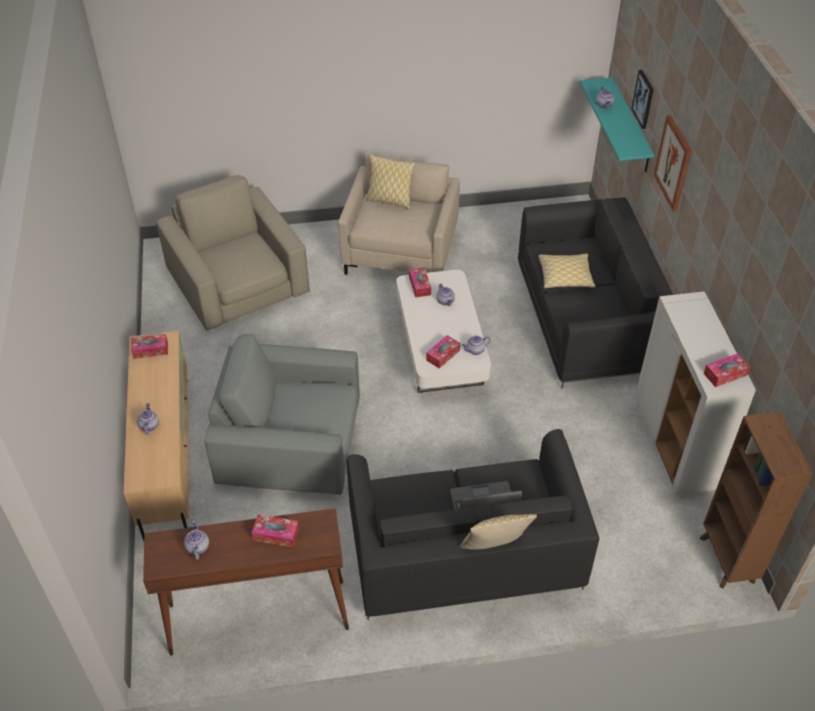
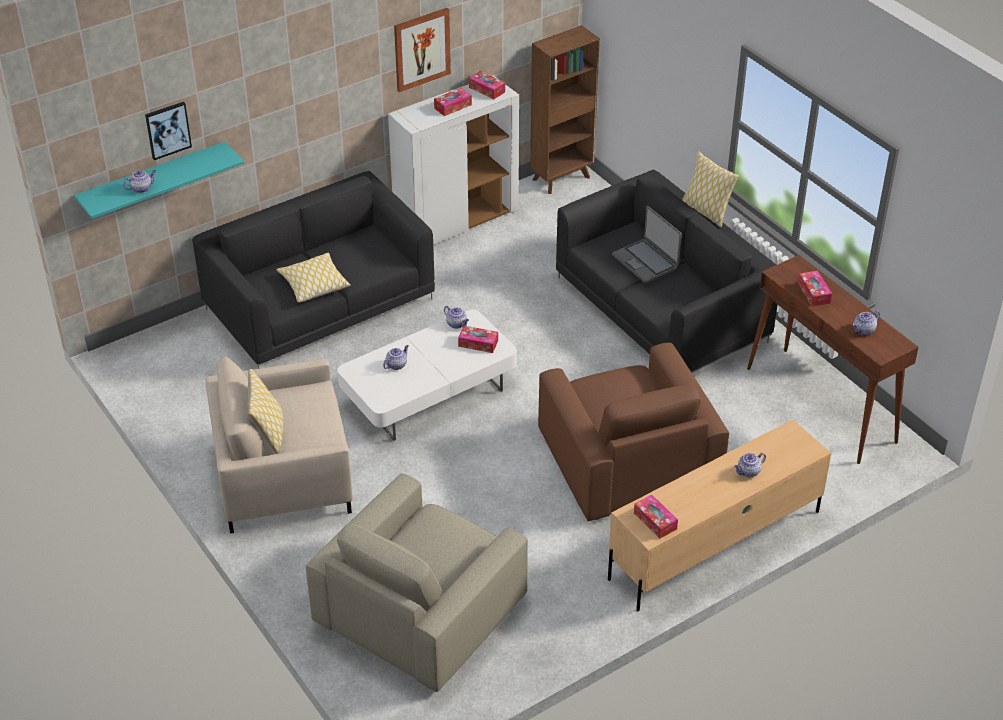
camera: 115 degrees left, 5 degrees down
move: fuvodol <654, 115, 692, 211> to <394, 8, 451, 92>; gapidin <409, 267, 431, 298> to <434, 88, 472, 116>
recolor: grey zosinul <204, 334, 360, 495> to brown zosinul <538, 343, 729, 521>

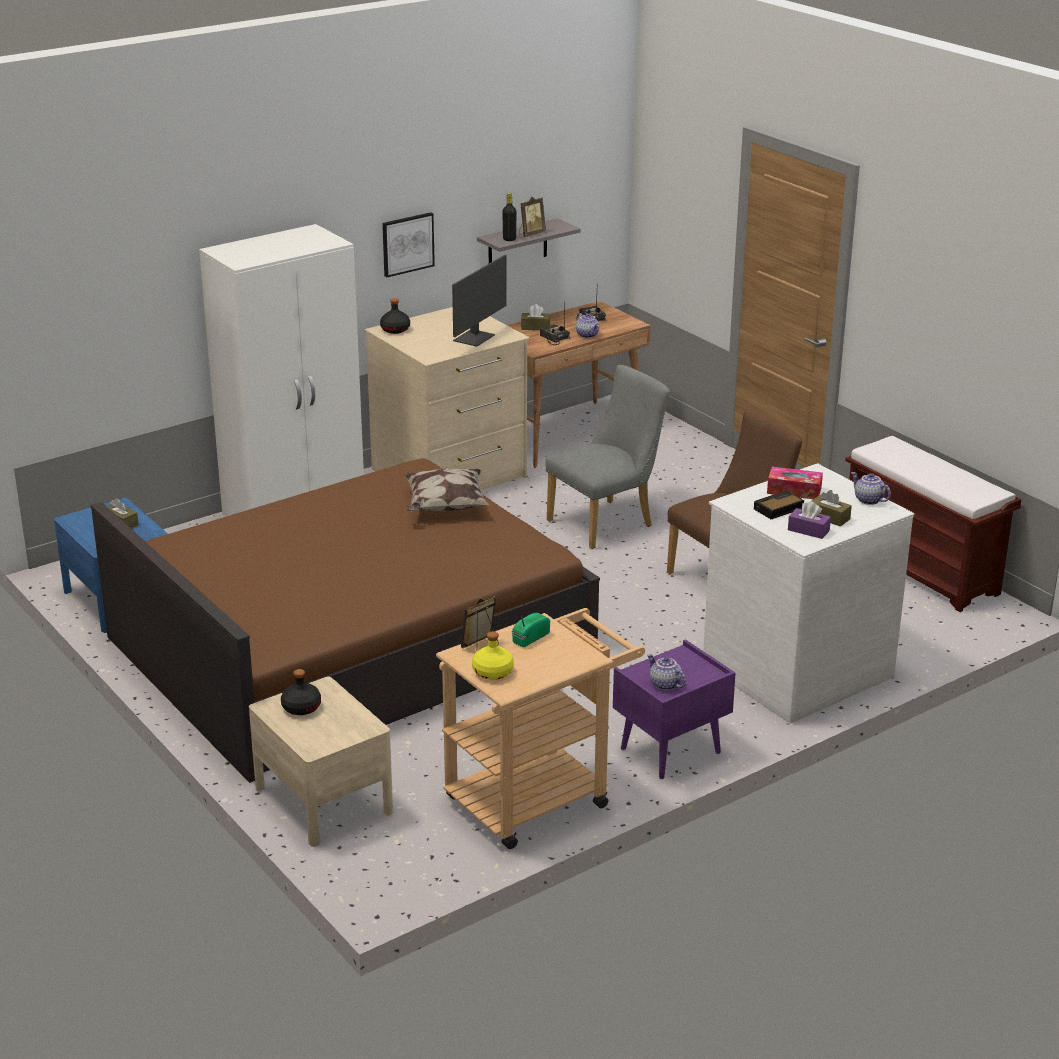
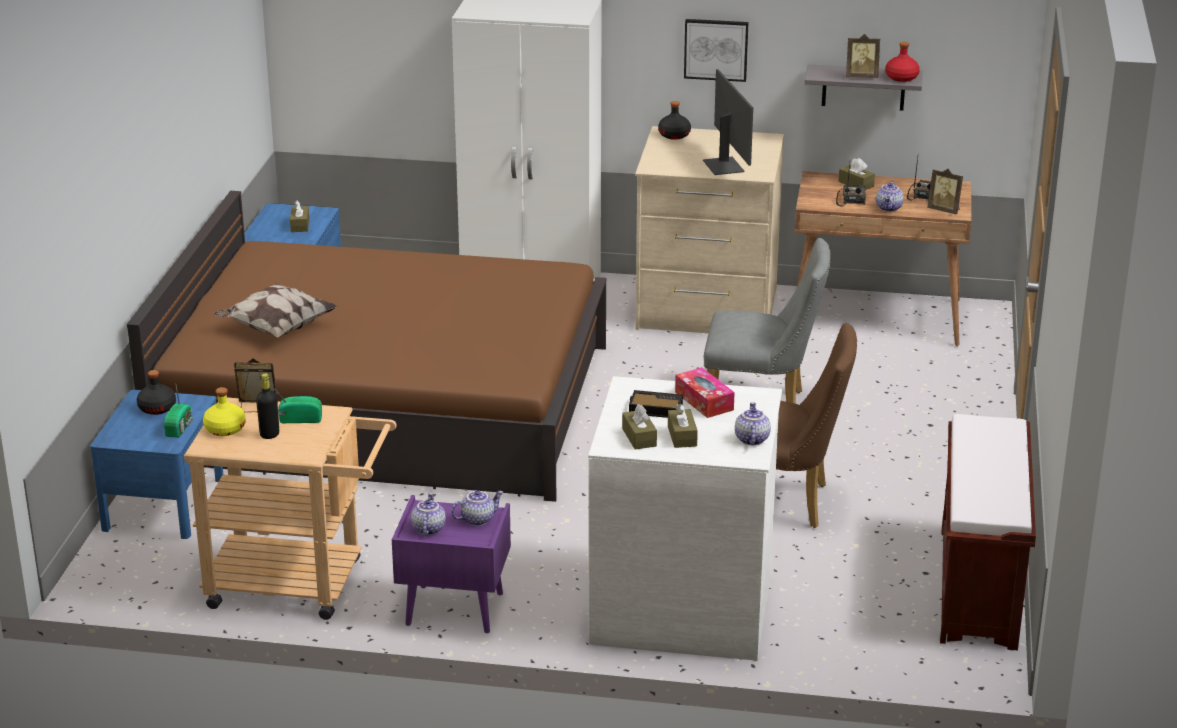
camera: 45 degrees right, 0 degrees up
insert: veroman <164, 386, 193, 438>; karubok <451, 490, 504, 526>; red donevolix <885, 42, 920, 82>; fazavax <927, 169, 963, 215>
move: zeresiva <404, 467, 489, 511> to <214, 283, 338, 338>; black donevolix <502, 193, 517, 241> to <256, 374, 279, 439>
recolor: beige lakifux <249, 677, 393, 847> to blue lakifux <90, 390, 223, 539>; purple gapidin <788, 501, 831, 539> to brown gapidin <622, 404, 657, 450>
rotate: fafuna <452, 255, 507, 347> = <703, 69, 753, 175> 90 degrees counterclockwise

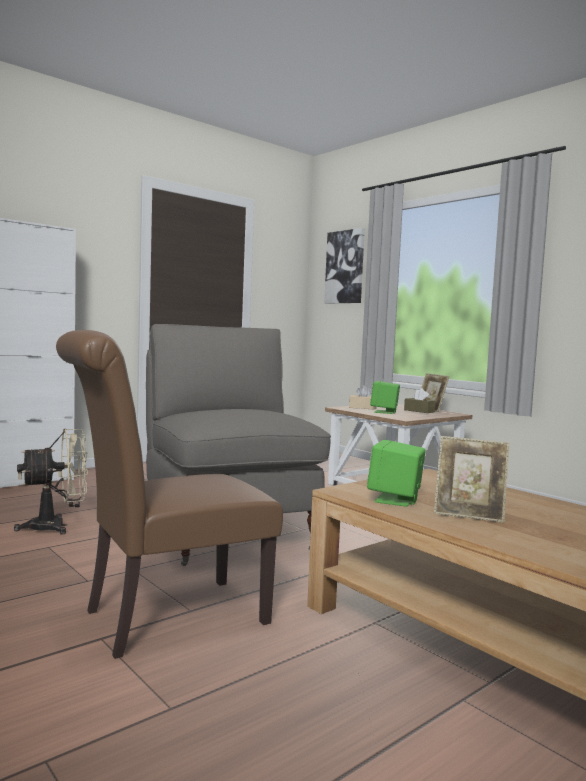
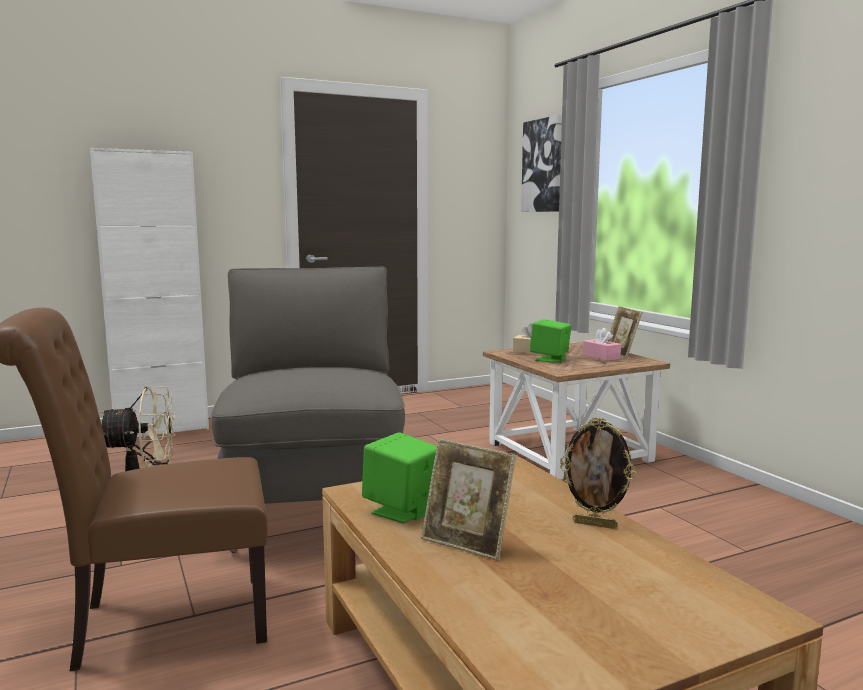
camera: 15 degrees right, 5 degrees up
insert: fazavax <560, 418, 636, 529>
recolor: brown gapidin <404, 388, 435, 413> to pink gapidin <583, 328, 621, 361>

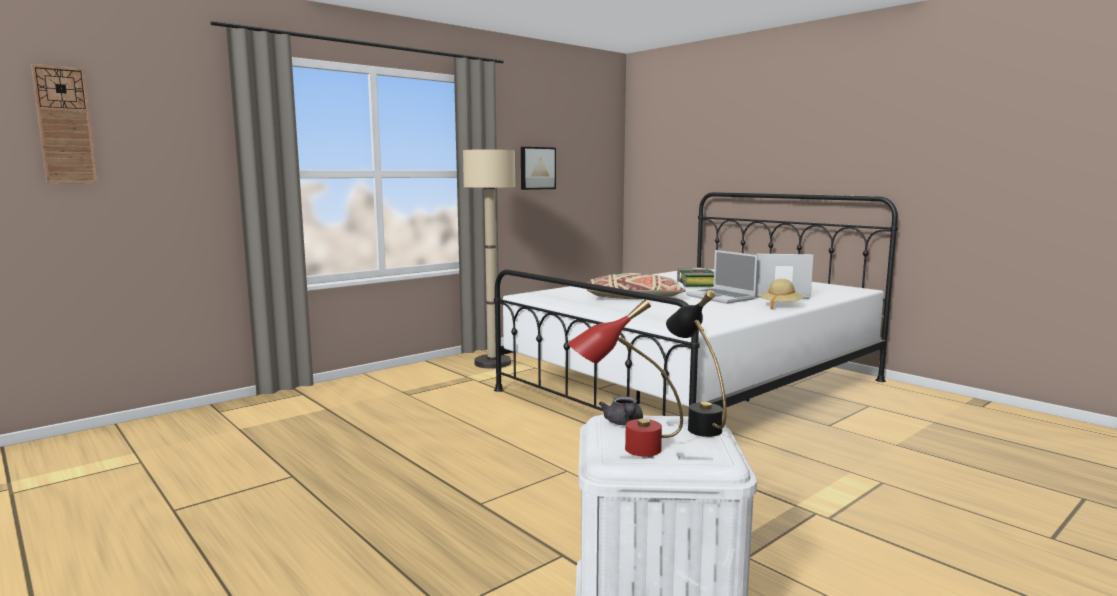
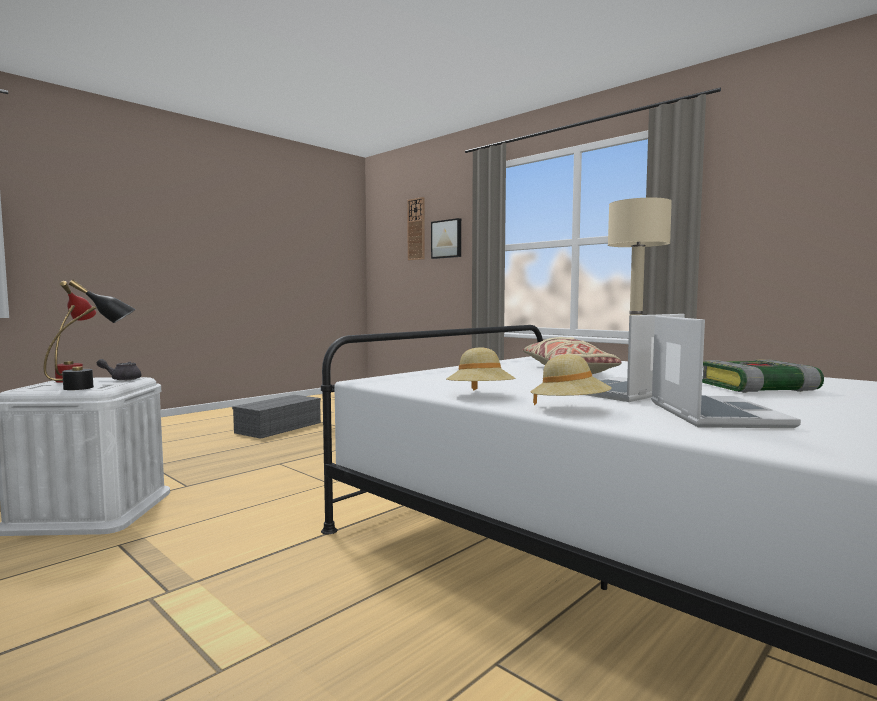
camera: 85 degrees right, 5 degrees down
insert: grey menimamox <232, 395, 321, 439>; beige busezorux <446, 347, 515, 390>
move: fuvodol <521, 147, 556, 190> to <431, 218, 461, 259>

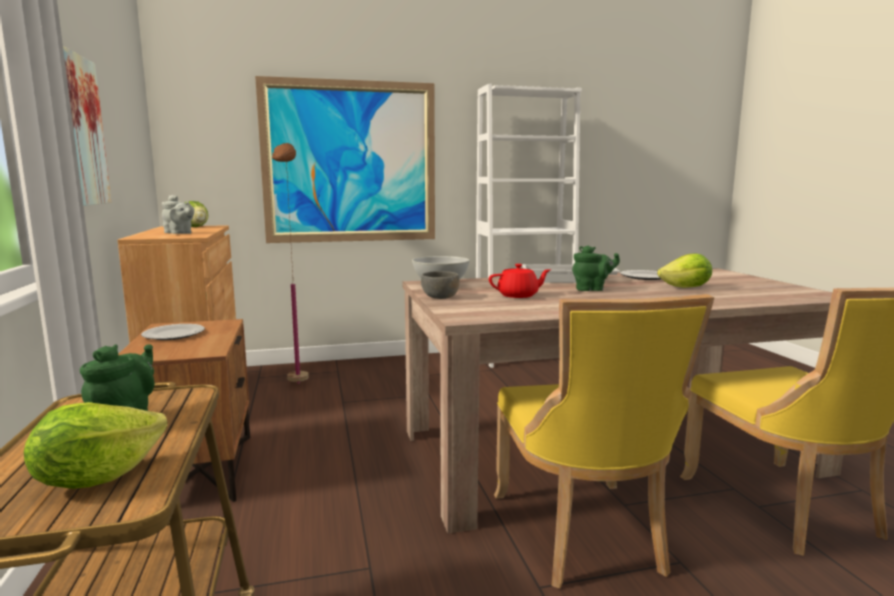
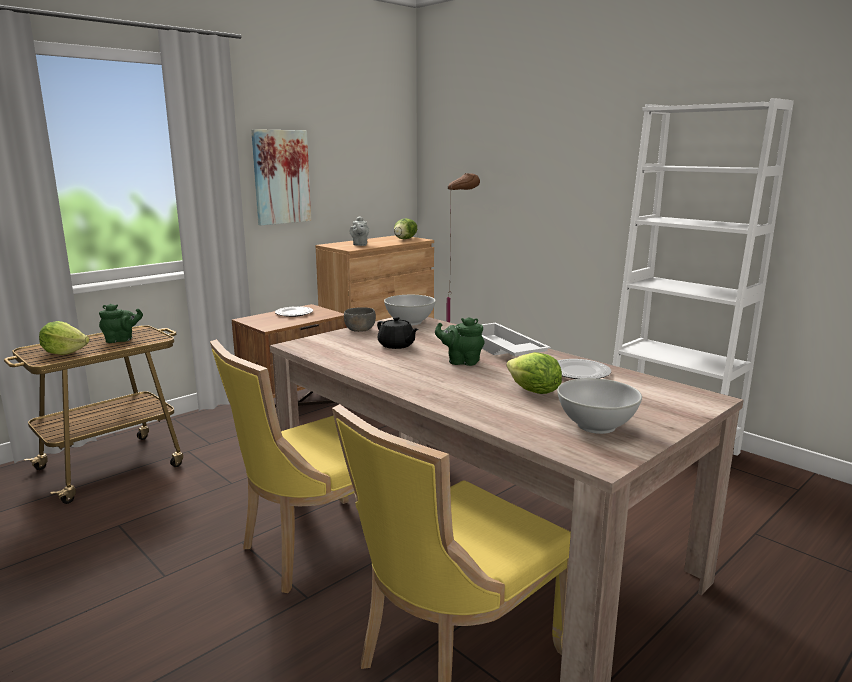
camera: 60 degrees right, 5 degrees up
delete: fuvodol <255, 76, 435, 243>
insert: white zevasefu <557, 378, 642, 434>
recolor: red karubok <489, 264, 551, 298> to black karubok <377, 317, 419, 349>
rotate: green karubok <572, 246, 620, 291> = <435, 317, 485, 366> 135 degrees clockwise

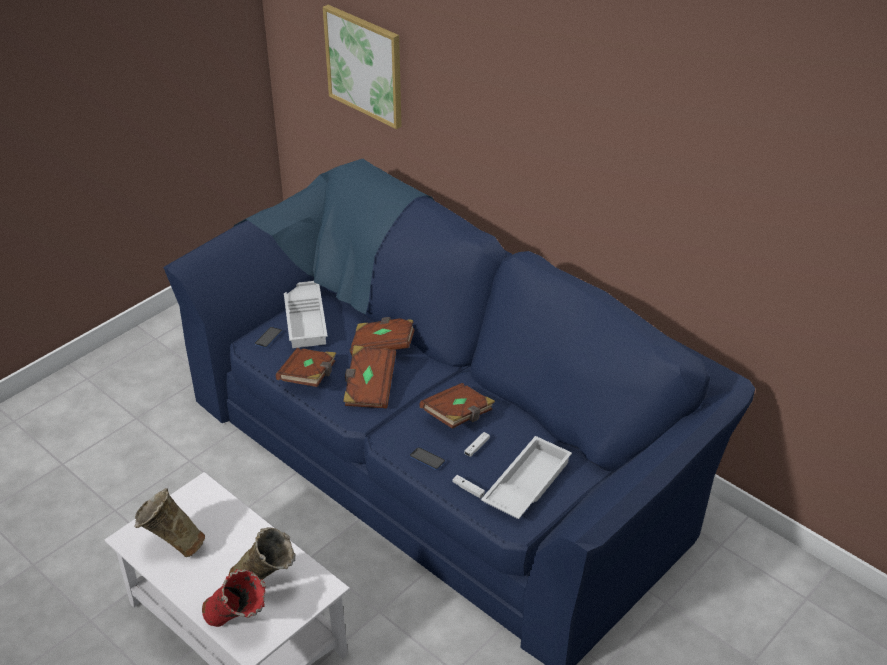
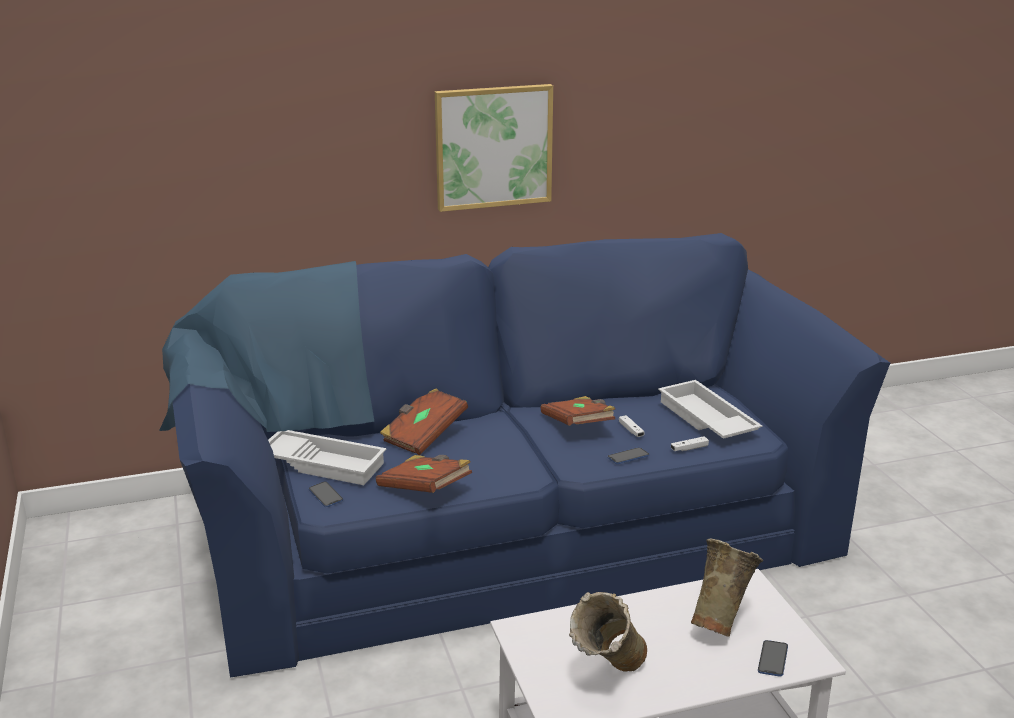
camera: 60 degrees left, 15 degrees down
delete: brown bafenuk <343, 345, 396, 409>
move: fuvodol <323, 5, 401, 129> to <435, 84, 553, 212>
replace: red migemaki <202, 569, 266, 627> to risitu <758, 640, 788, 676>

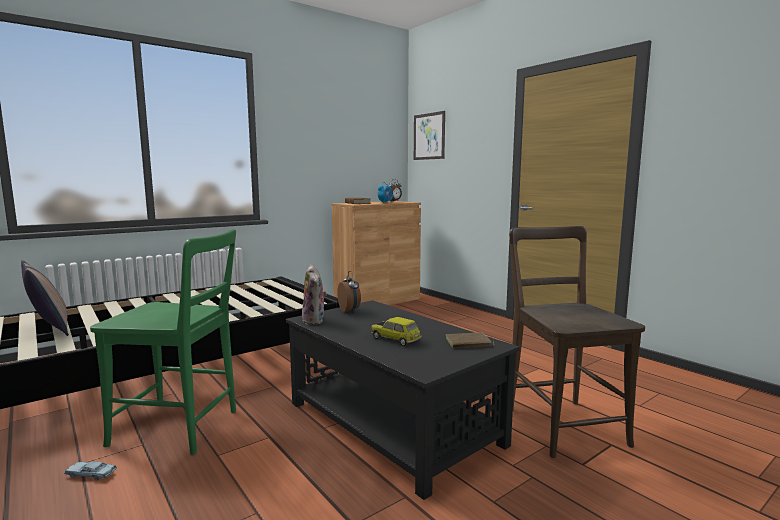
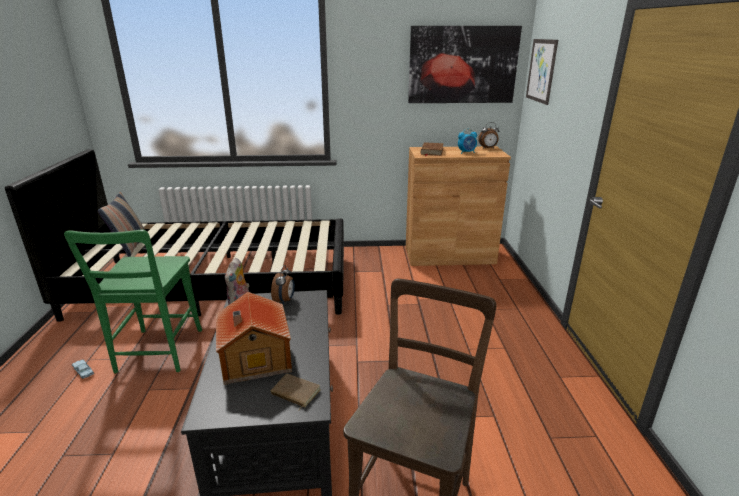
camera: 35 degrees right, 15 degrees up
insert: fuvodol <408, 26, 522, 103>
replace: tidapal <371, 317, 422, 346> to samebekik <216, 292, 292, 385>
rotate: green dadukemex <90, 229, 236, 455> = <64, 230, 202, 373> 45 degrees clockwise

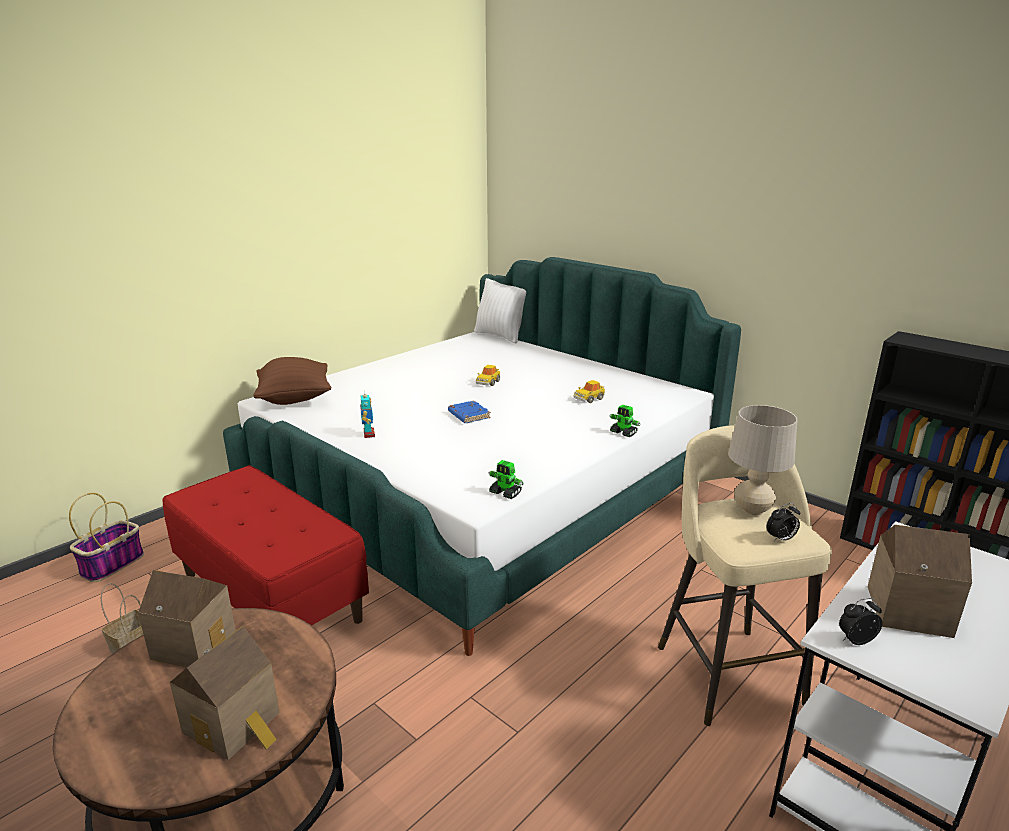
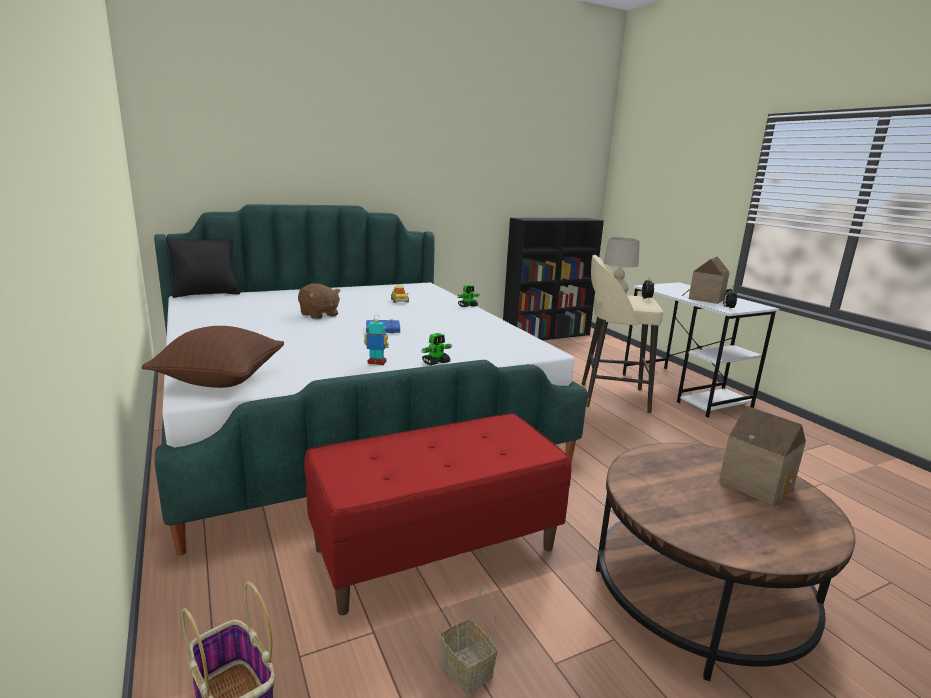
camera: 70 degrees left, 5 degrees down
delete: samebekik <138, 570, 236, 667>
move: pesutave <488, 460, 524, 499> to <421, 333, 452, 365>
replace: tidapal <476, 365, 500, 386> to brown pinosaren <298, 283, 341, 319>
recolor: white zeresiva <474, 278, 526, 343> to black zeresiva <166, 237, 240, 298>

